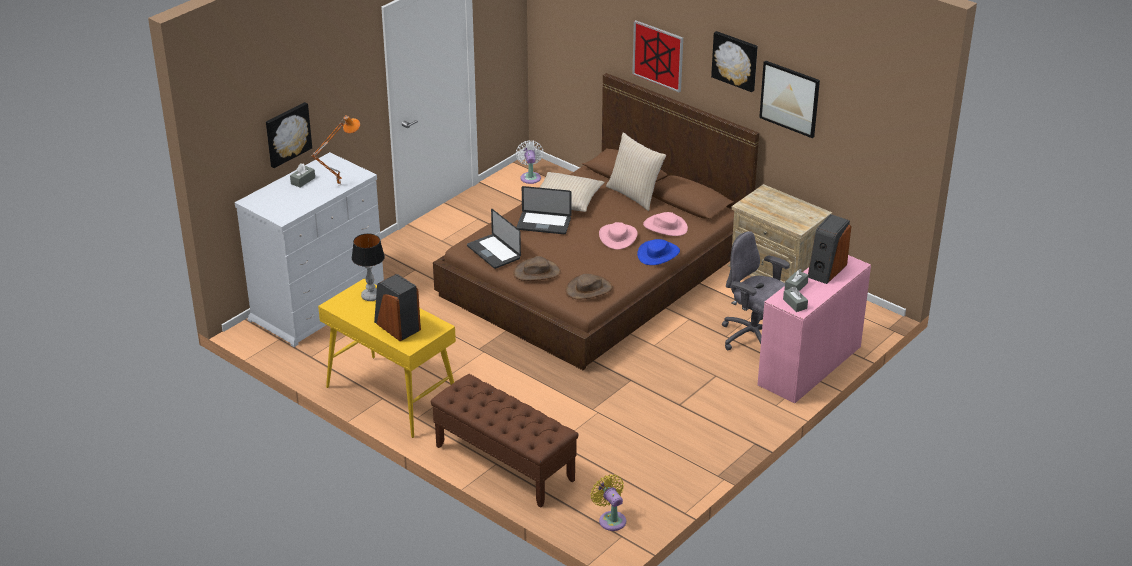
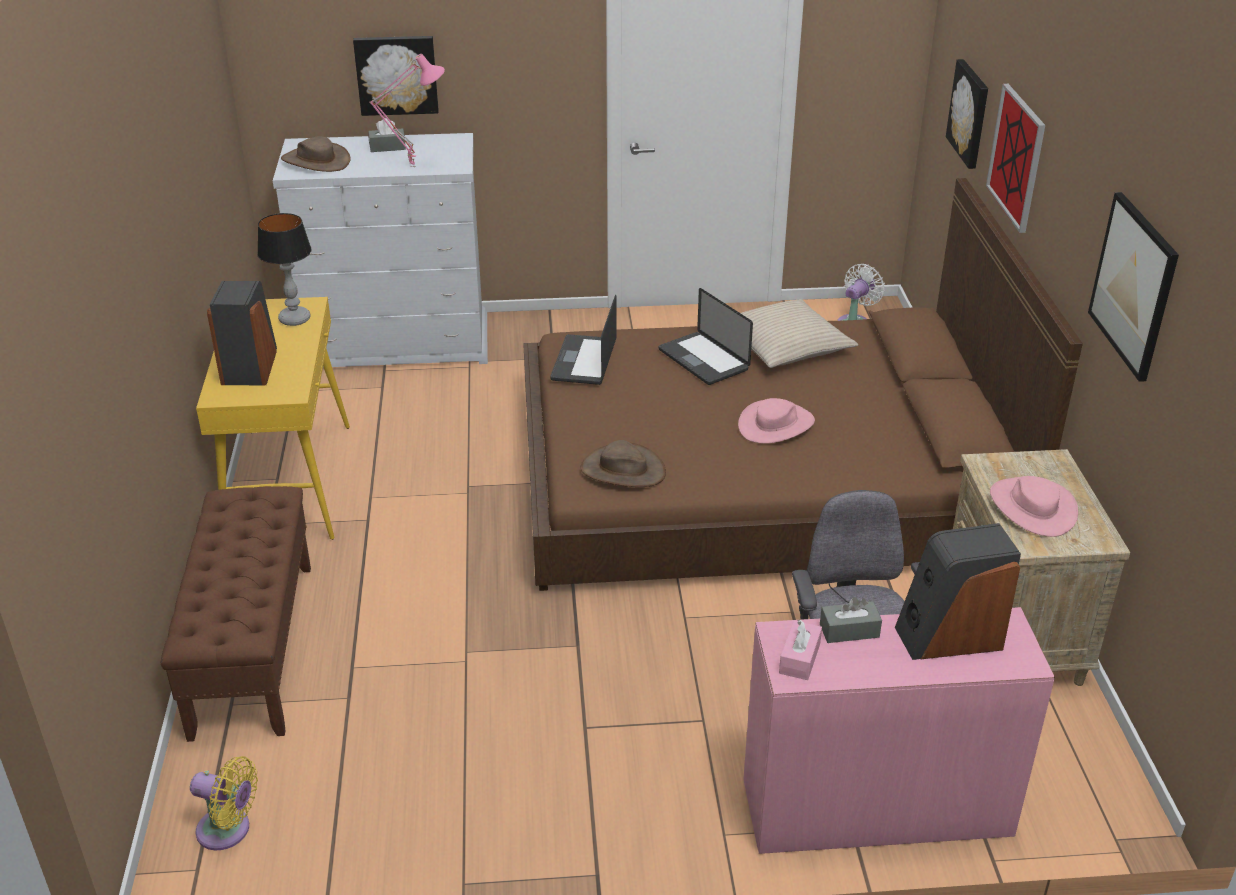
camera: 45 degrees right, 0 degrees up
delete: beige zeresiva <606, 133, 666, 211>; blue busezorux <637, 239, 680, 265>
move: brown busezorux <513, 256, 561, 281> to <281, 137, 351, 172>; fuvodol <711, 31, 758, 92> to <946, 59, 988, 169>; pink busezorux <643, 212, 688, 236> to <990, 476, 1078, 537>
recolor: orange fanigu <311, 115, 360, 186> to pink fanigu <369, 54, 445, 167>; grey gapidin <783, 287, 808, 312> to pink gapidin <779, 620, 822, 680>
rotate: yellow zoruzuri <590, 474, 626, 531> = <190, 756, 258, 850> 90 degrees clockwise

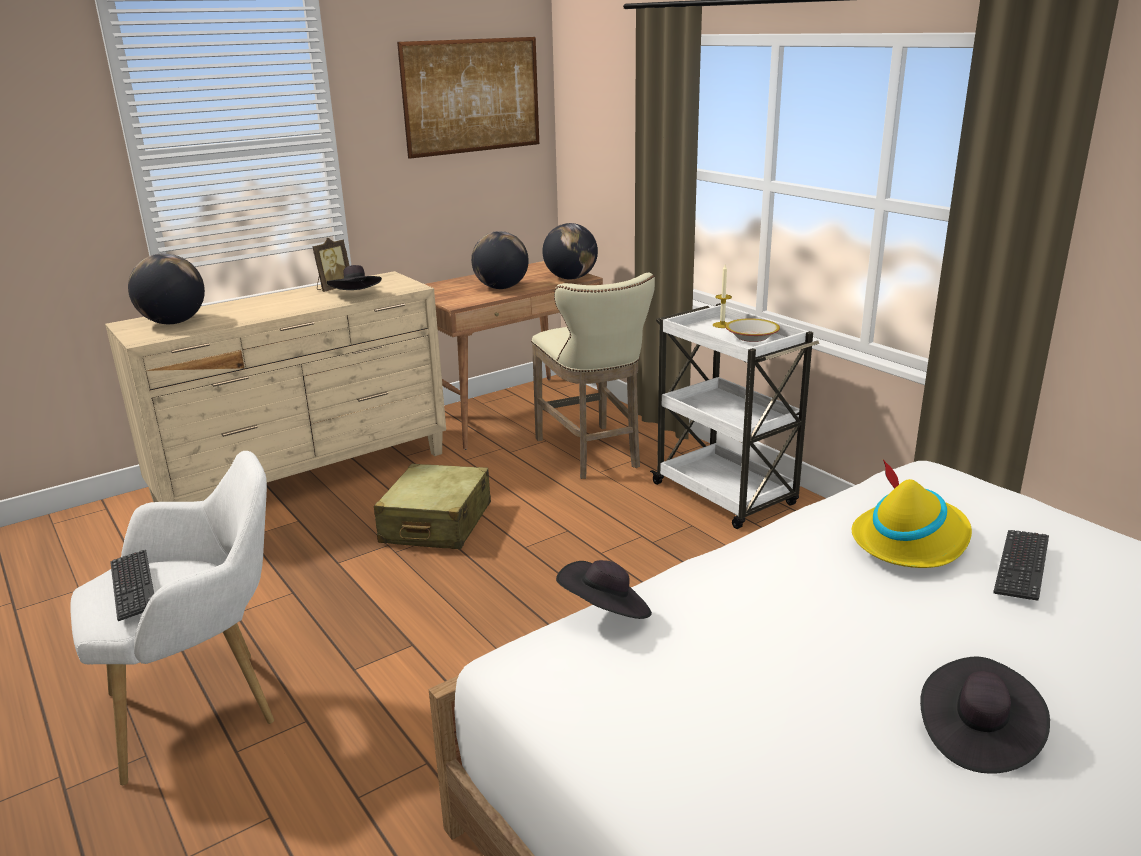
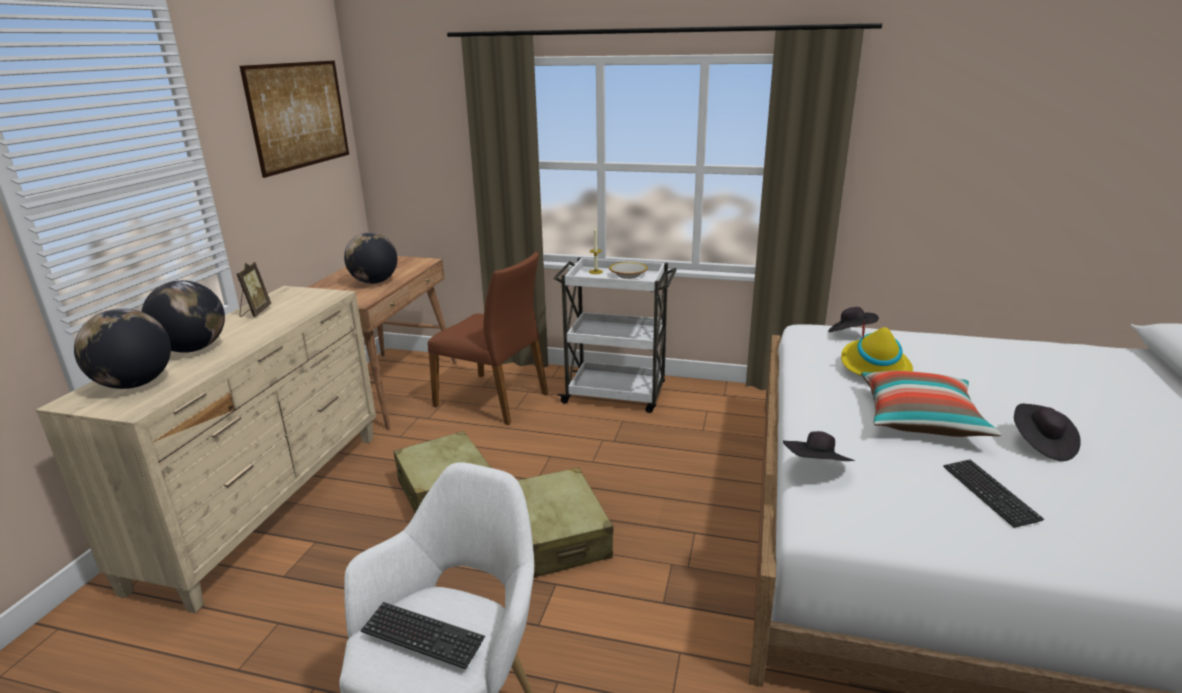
camera: 40 degrees left, 0 degrees up
insert: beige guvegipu <517, 467, 613, 578>; zeresiva <861, 371, 1001, 437>
move: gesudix <542, 223, 598, 279> to <141, 280, 225, 353>; black busezorux <327, 265, 382, 290> to <828, 307, 879, 332>; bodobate <993, 530, 1049, 601> to <943, 459, 1044, 528>
replace: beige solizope <531, 273, 655, 479> to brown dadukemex <428, 252, 548, 425>

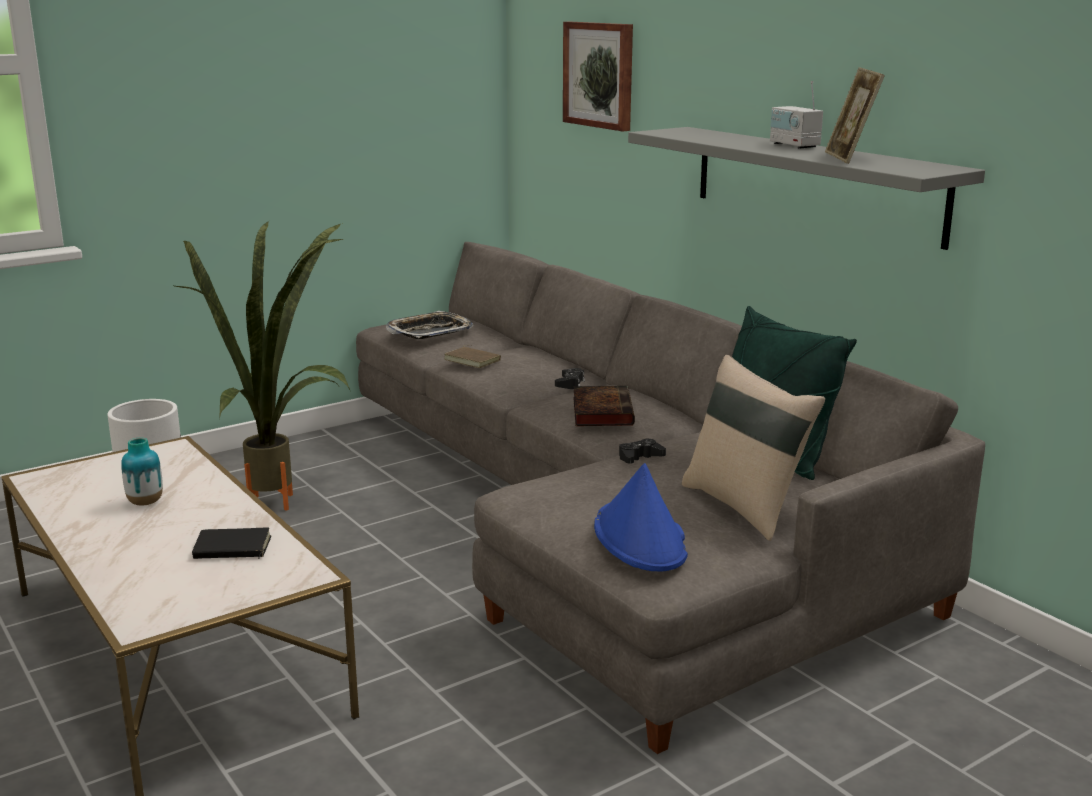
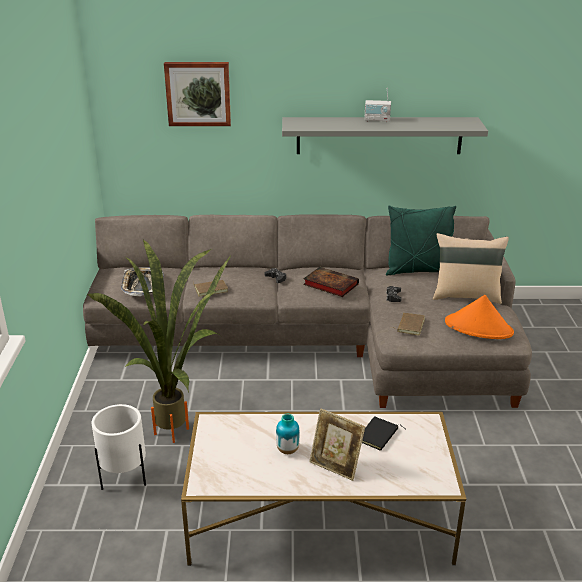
camera: 55 degrees left, 10 degrees up
insert: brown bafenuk <391, 313, 425, 336>
move: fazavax <825, 67, 885, 164> to <309, 408, 365, 481>
recolor: blue busezorux <594, 463, 688, 572> to orange busezorux <445, 295, 514, 339>

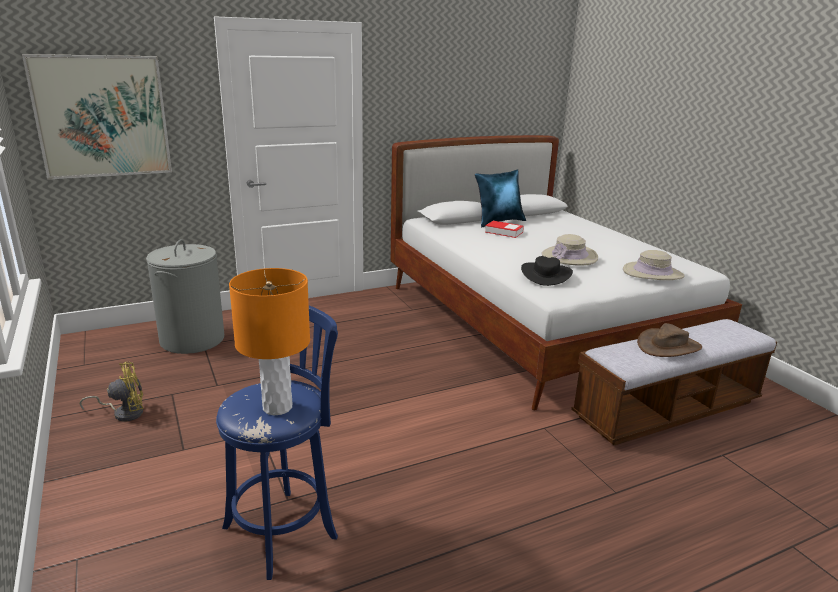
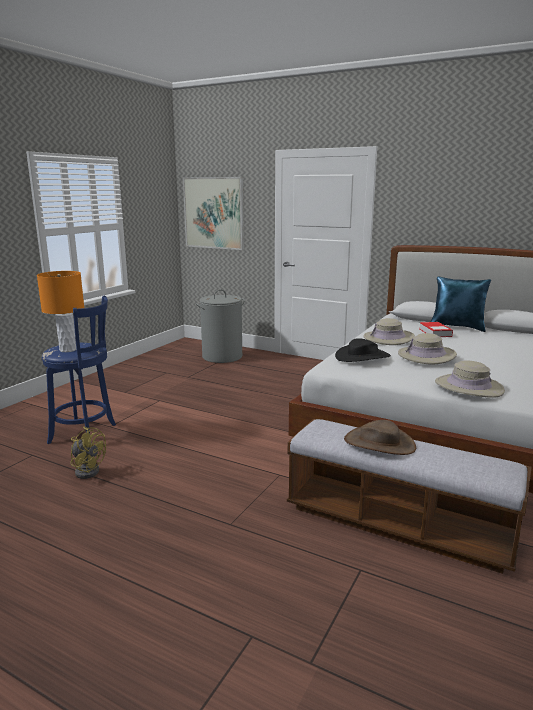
camera: 55 degrees right, 5 degrees down
insert: beige busezorux <364, 318, 415, 345>
move: yellow zoruzuri <79, 362, 143, 422> to <70, 427, 106, 479>

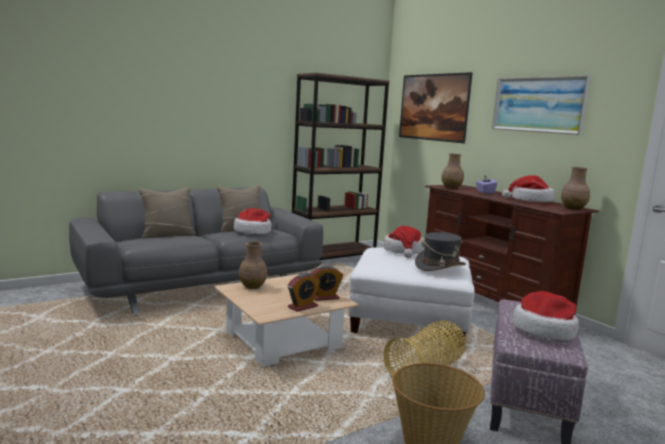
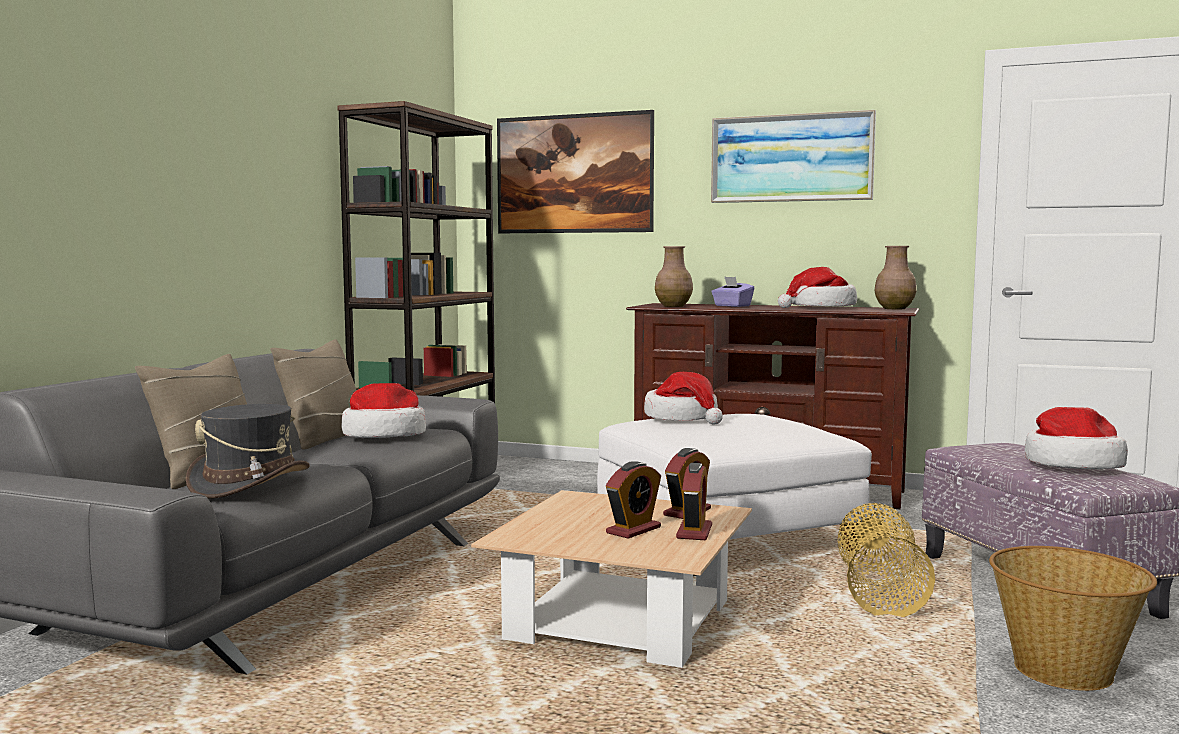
camera: 35 degrees left, 5 degrees down
delete: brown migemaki <239, 242, 268, 289>
insert: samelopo <606, 461, 661, 539>
move: grey busezorux <415, 232, 466, 271> to <186, 404, 310, 498>

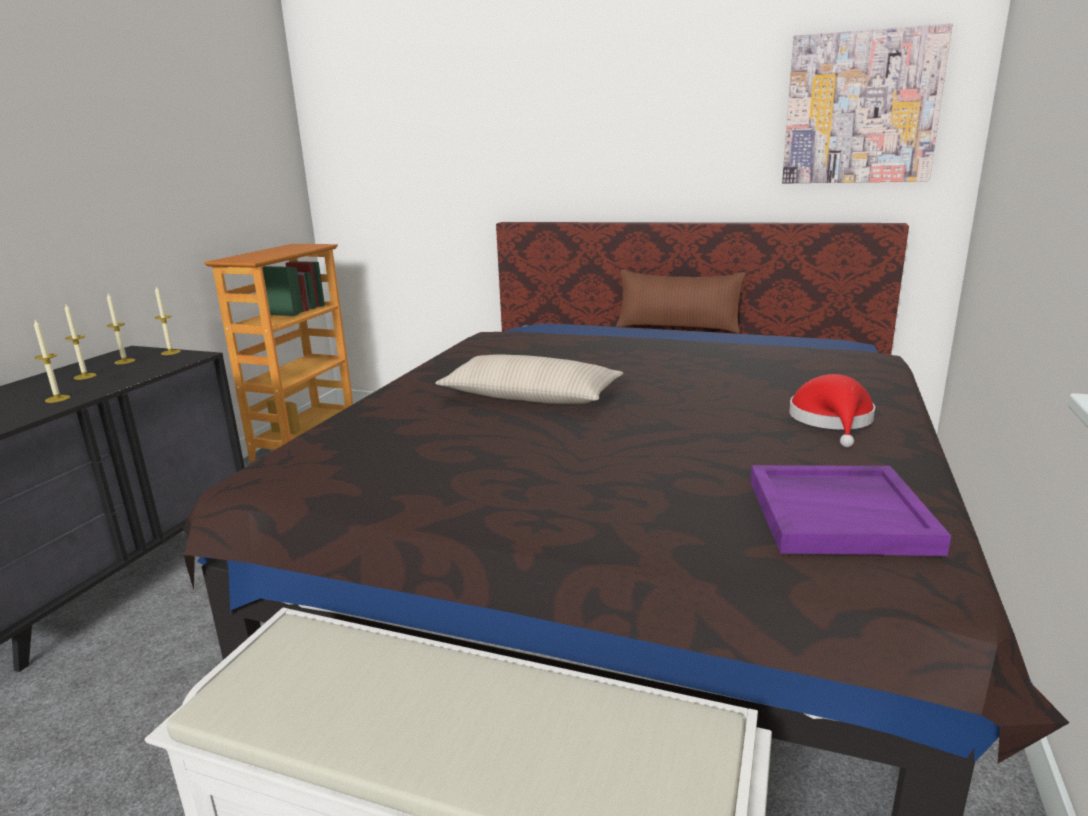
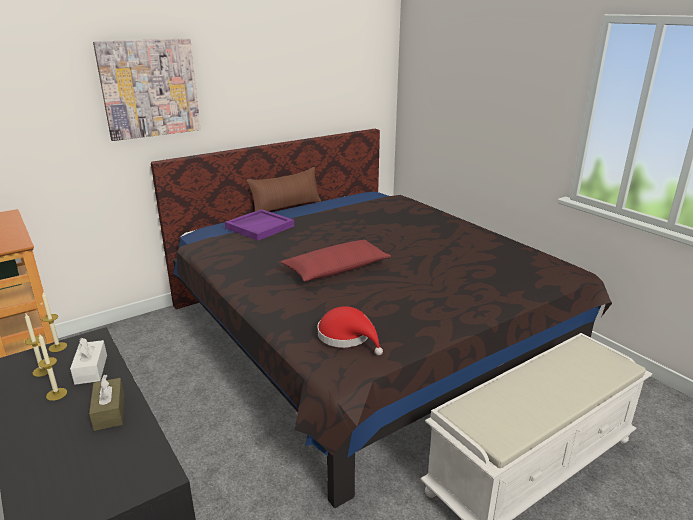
camera: 55 degrees left, 5 degrees up
insert: white gapidin <70, 337, 107, 385>
move: fuvodol <782, 23, 953, 184> to <93, 38, 201, 141>; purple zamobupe <750, 465, 951, 556> to <225, 209, 294, 241>; red busezorux <789, 374, 875, 447> to <317, 306, 383, 355>
replace: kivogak <34, 320, 71, 403> to brown gapidin <89, 375, 124, 431>
recolor: beige zeresiva <435, 354, 624, 404> to red zeresiva <281, 240, 391, 281>

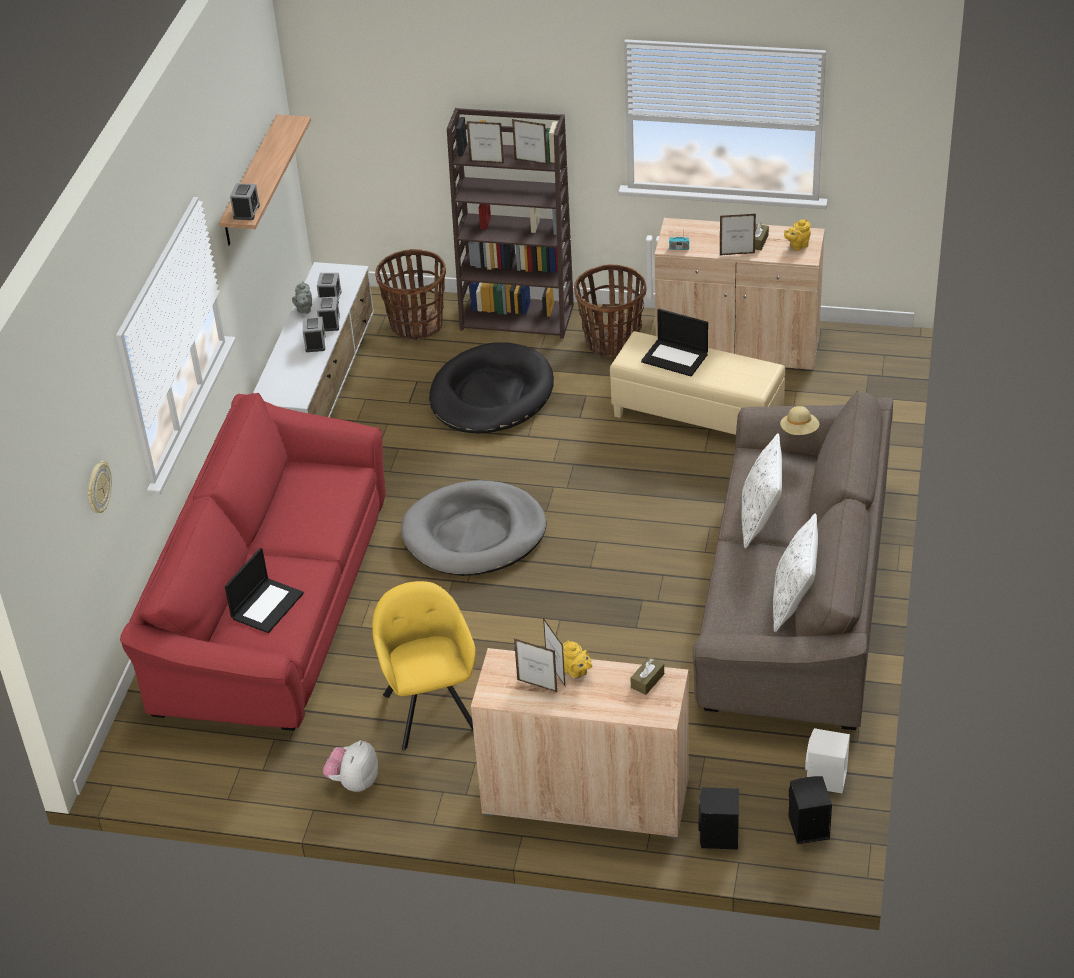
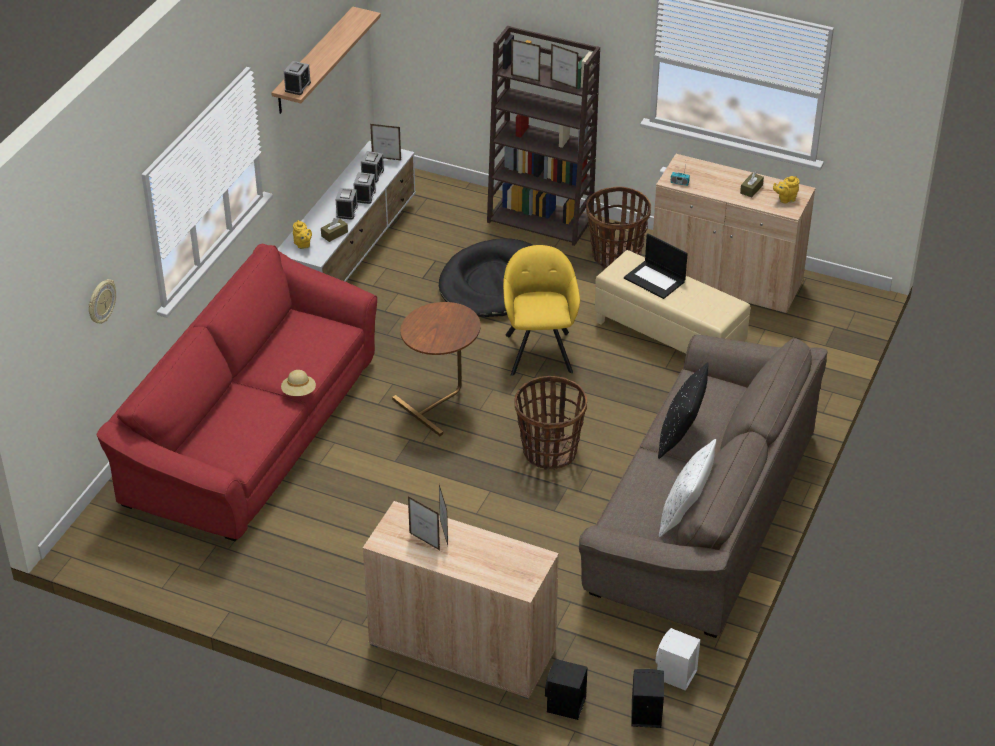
camera: 10 degrees right, 0 degrees up
delete: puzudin <225, 548, 304, 633>; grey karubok <292, 281, 312, 314>; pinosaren <323, 740, 378, 792>
move: beige busezorux <780, 406, 819, 435> to <281, 370, 316, 396>; yellow karubok <563, 641, 592, 679> to <293, 220, 312, 249>; brown gapidin <631, 657, 664, 695> to <321, 217, 348, 242>; fazavax <720, 214, 756, 255> to <370, 124, 401, 160>; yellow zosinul <372, 581, 476, 751> to <503, 245, 580, 376>; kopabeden <375, 249, 446, 340> to <514, 376, 587, 470>
replace: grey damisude <401, 480, 546, 576> to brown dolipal <392, 302, 481, 436>
recolor: white zeresiva <742, 433, 782, 548> to black zeresiva <658, 362, 709, 459>

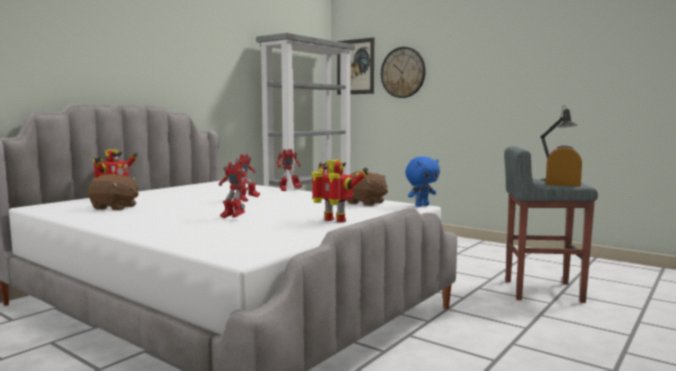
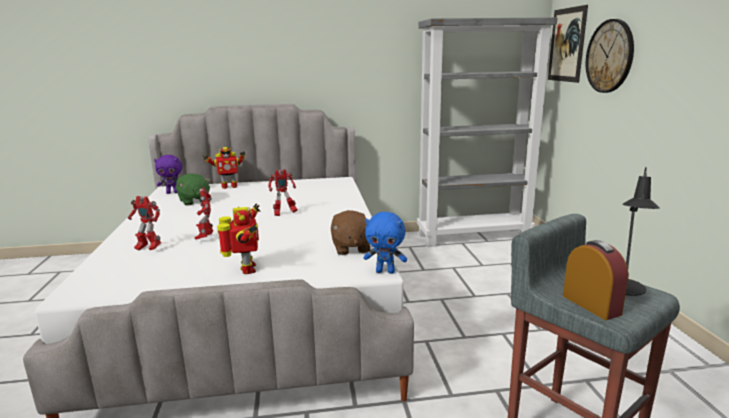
camera: 45 degrees right, 10 degrees up
insert: purple pinosaren <154, 155, 182, 194>
move: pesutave <276, 149, 302, 191> to <128, 196, 161, 251>
recolor: brown pinosaren <88, 174, 139, 210> to green pinosaren <176, 173, 211, 206>

